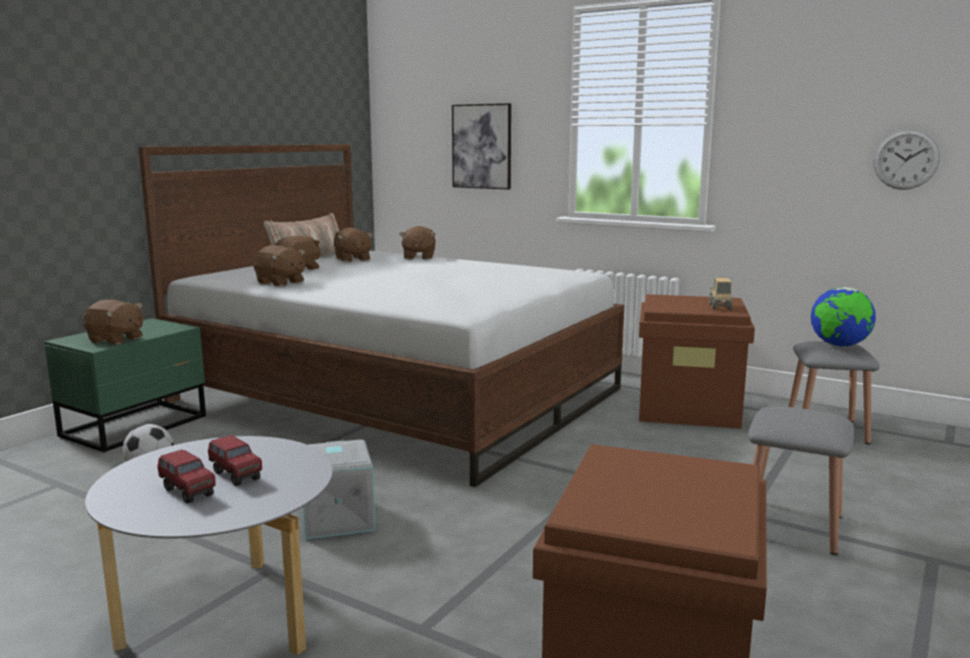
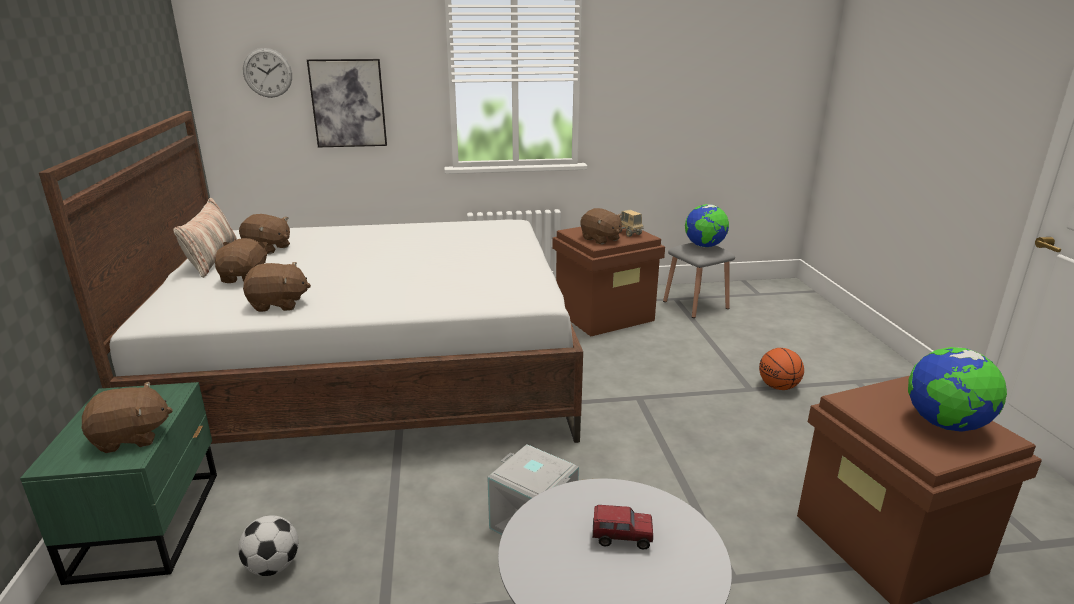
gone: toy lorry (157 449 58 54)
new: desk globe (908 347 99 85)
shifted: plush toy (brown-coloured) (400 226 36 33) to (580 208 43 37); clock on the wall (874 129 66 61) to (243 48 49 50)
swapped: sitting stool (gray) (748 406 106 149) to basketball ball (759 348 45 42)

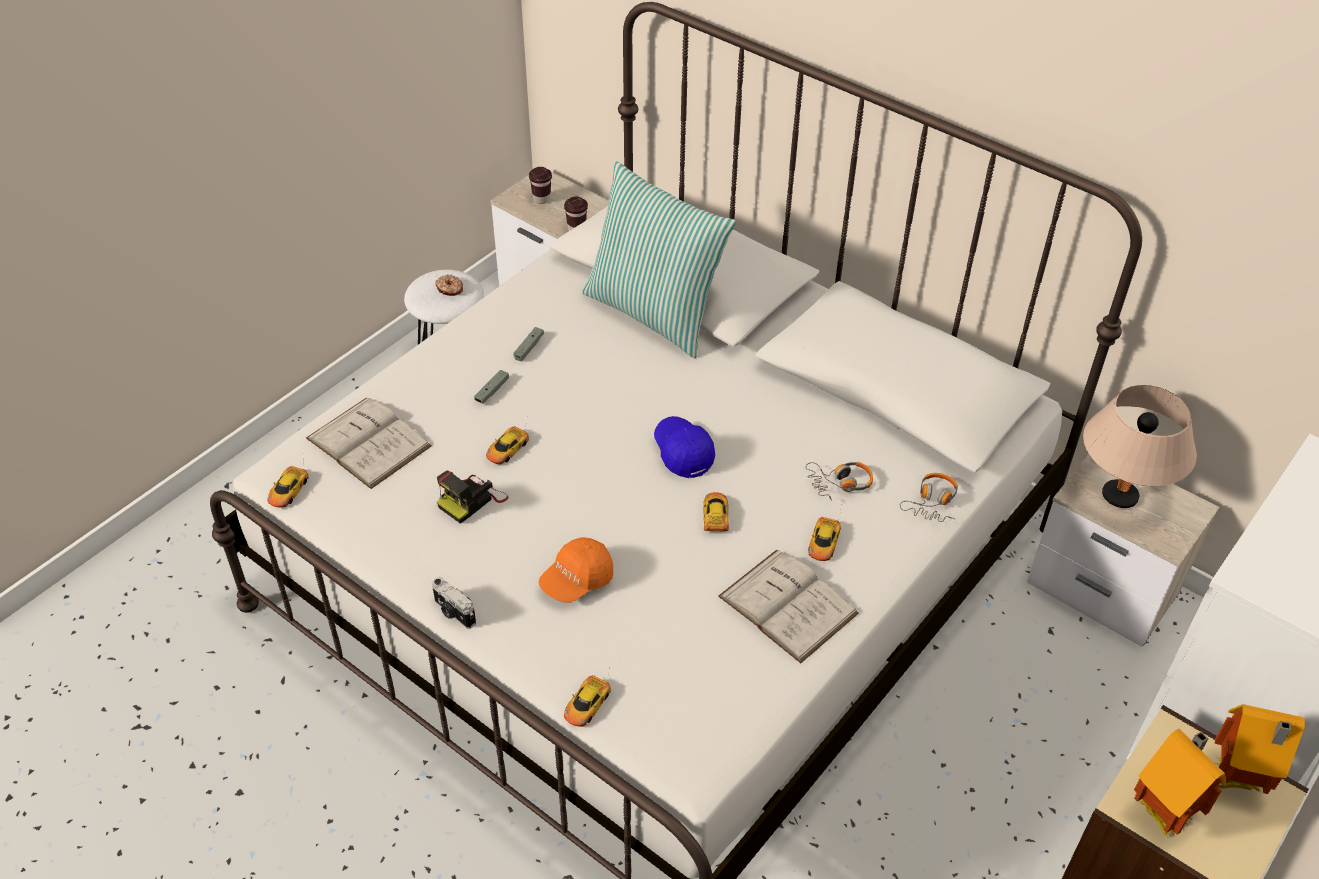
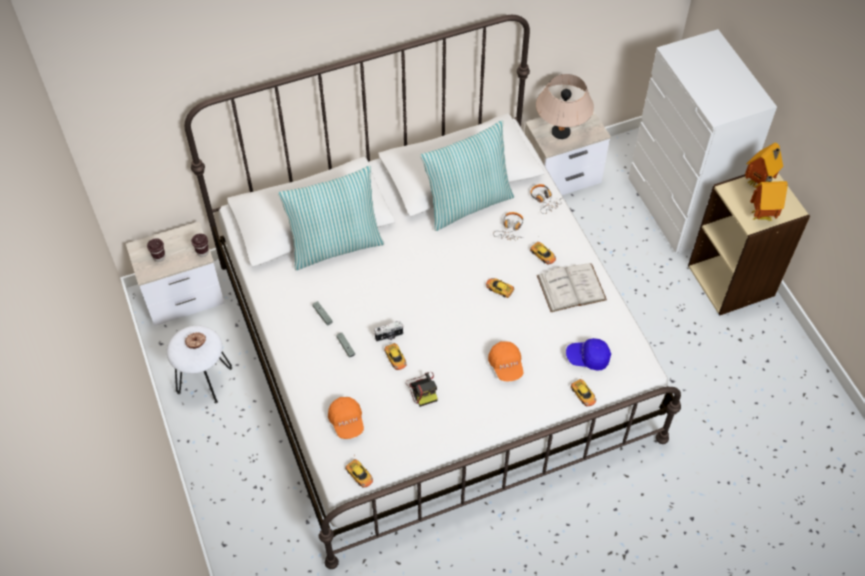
new: pillow (420 120 94 111)
shifted: still camera (432 577 44 52) to (374 321 30 21); baseball cap (bluish) (654 416 61 62) to (566 338 45 33)
swapped: book (white) (306 398 126 91) to baseball cap (orangey) (328 397 36 42)

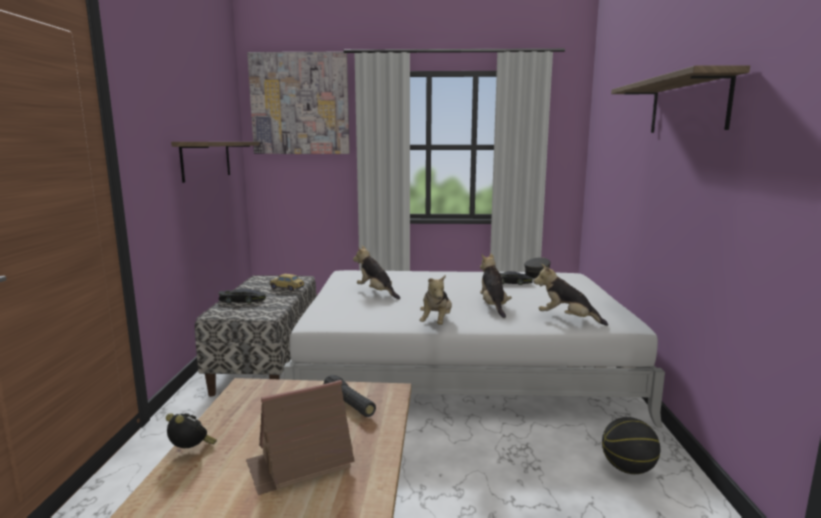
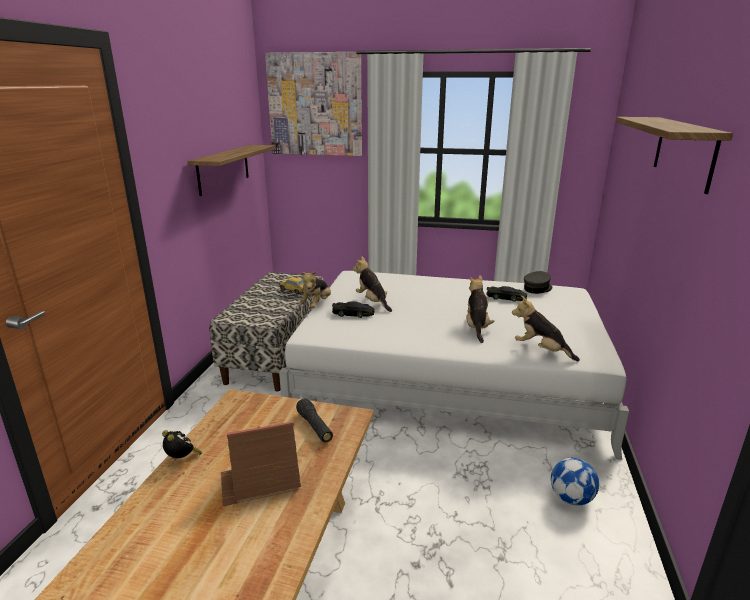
shifted: toy car (blackish) (218 288 48 16) to (332 301 43 17); plush toy (419 275 33 50) to (299 270 32 38)
swapped: basketball ball (602 417 58 57) to football ball (551 458 48 48)

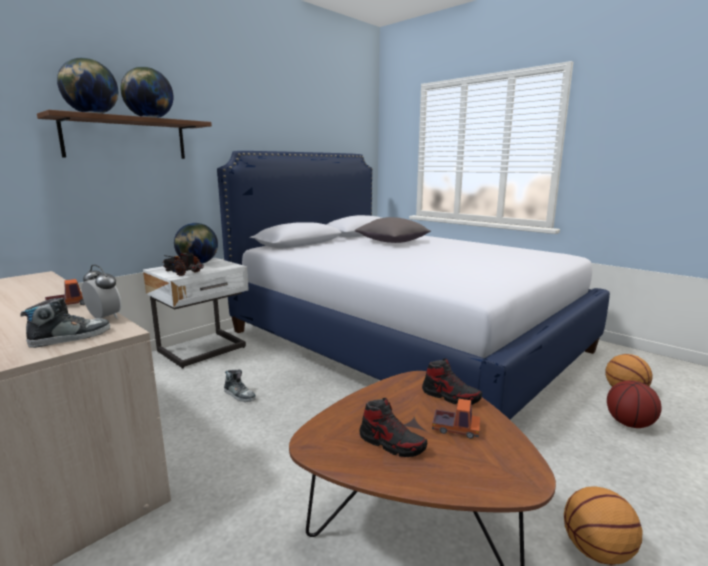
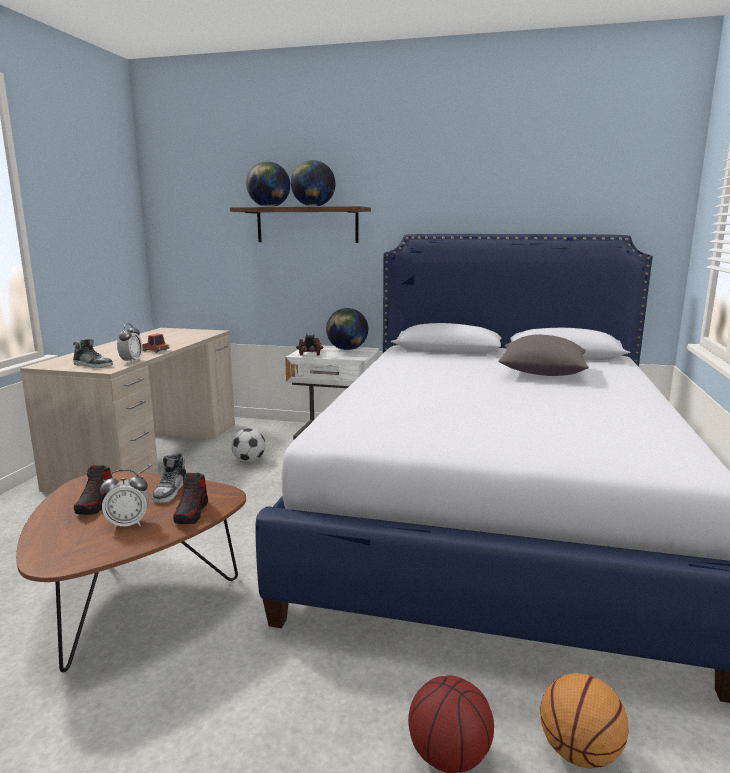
gone: basketball ball (564 486 79 79)
new: football ball (231 428 34 34)
shifted: shoe (224 369 32 33) to (152 454 34 49)
swapped: toy lorry (432 399 48 40) to bedside clock (100 470 49 59)

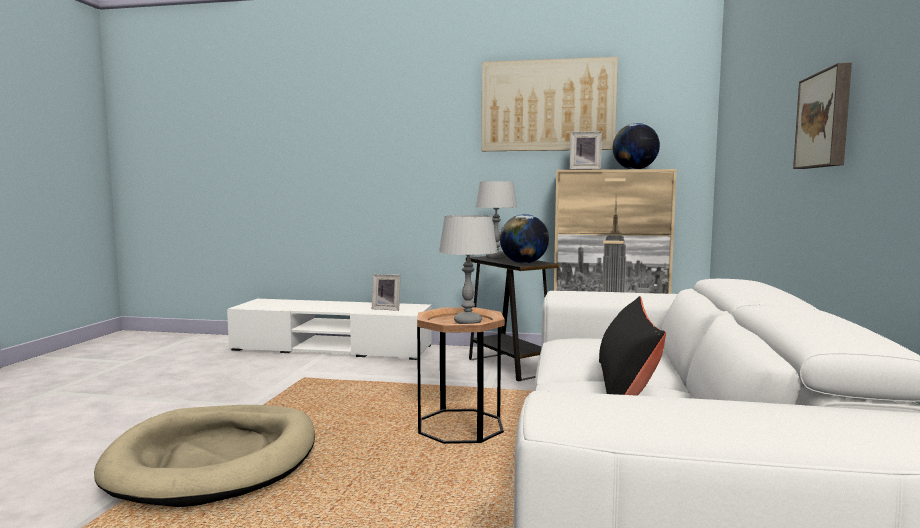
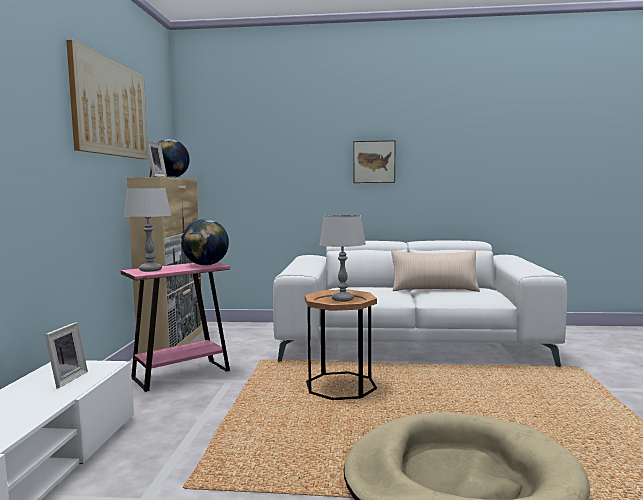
repainted: end table (blackish) (466 256 93 125) to end table (pink-coloured) (121 263 109 129); pillow (blackish) (599 296 67 100) to pillow (beige) (391 250 89 42)

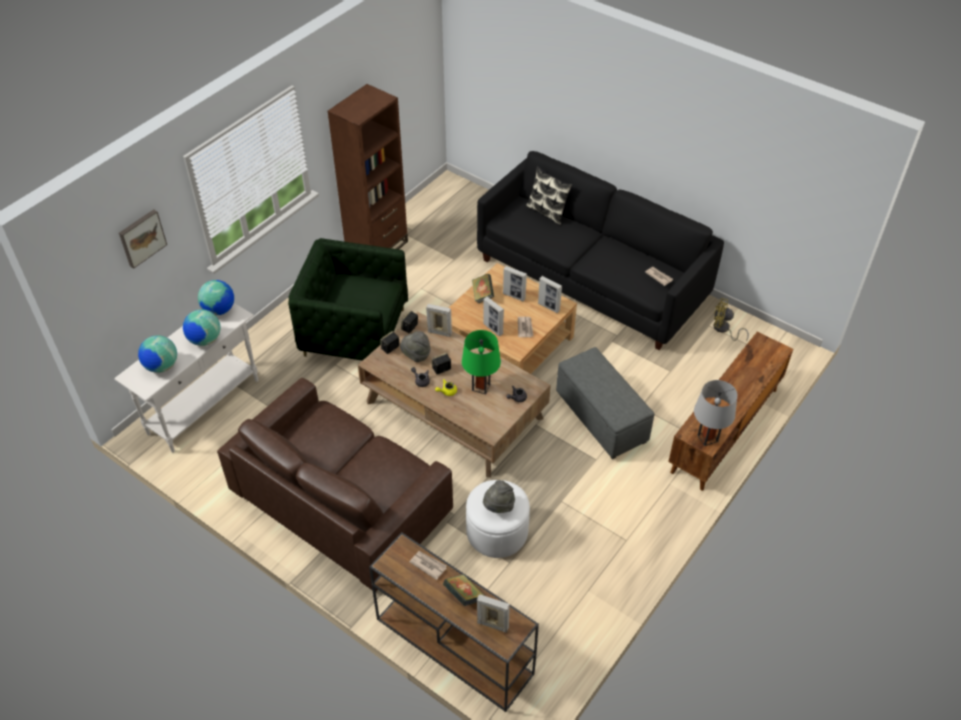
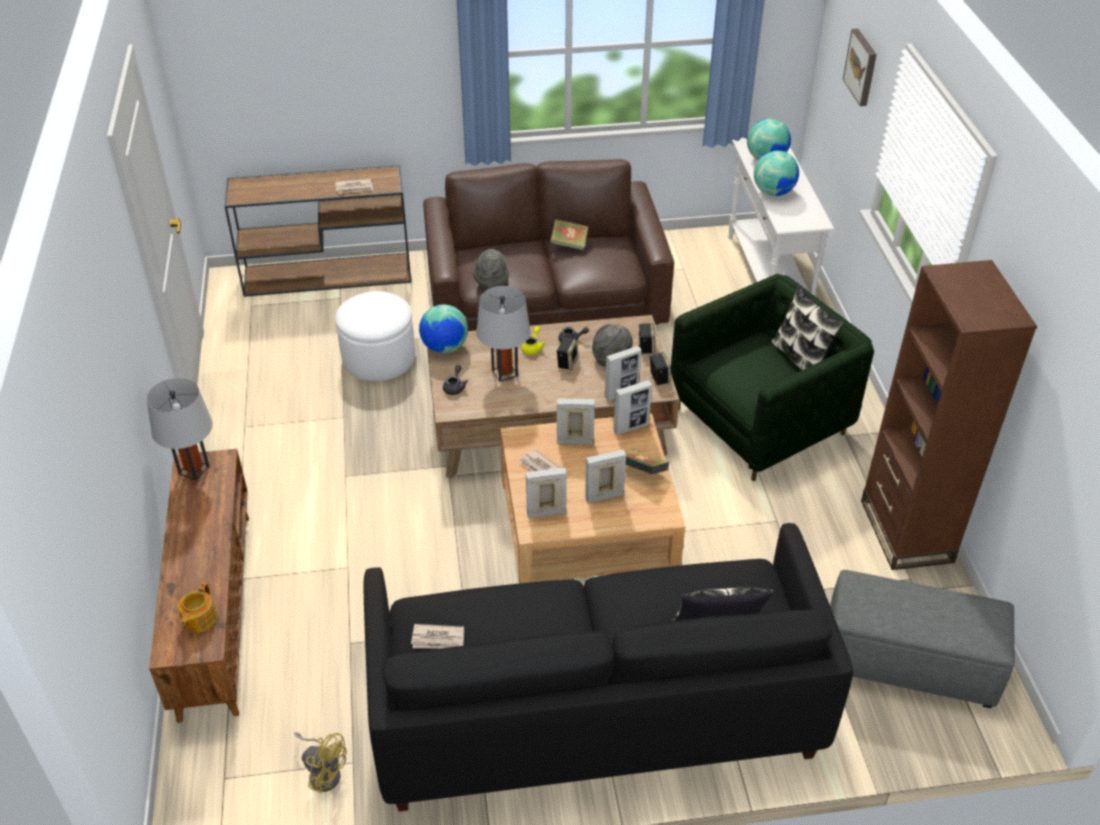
new: teapot (178 582 39 51); pillow (771 285 73 85)
shifted: desk globe (198 280 36 36) to (419 305 49 48); book (443 574 42 32) to (550 219 39 32); photo frame (477 594 33 39) to (614 380 38 55); clothing hat (gray) (483 480 32 33) to (473 249 36 41); pouffe (gray) (556 347 99 112) to (830 570 185 138)
repainted: table lamp (green) (462 330 39 64) to table lamp (gray) (476 286 55 96)
rotated: electric fan (yellow) (713 298 36 43) = (294 732 53 61) 60 degrees clockwise

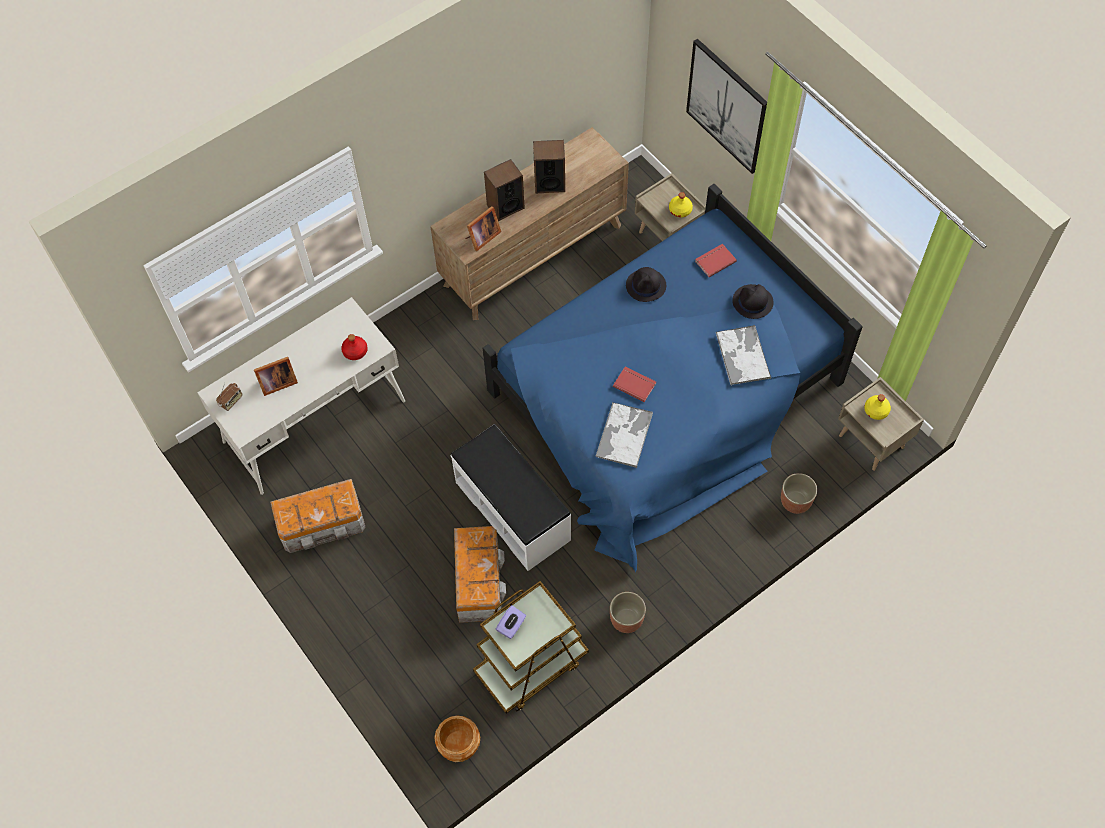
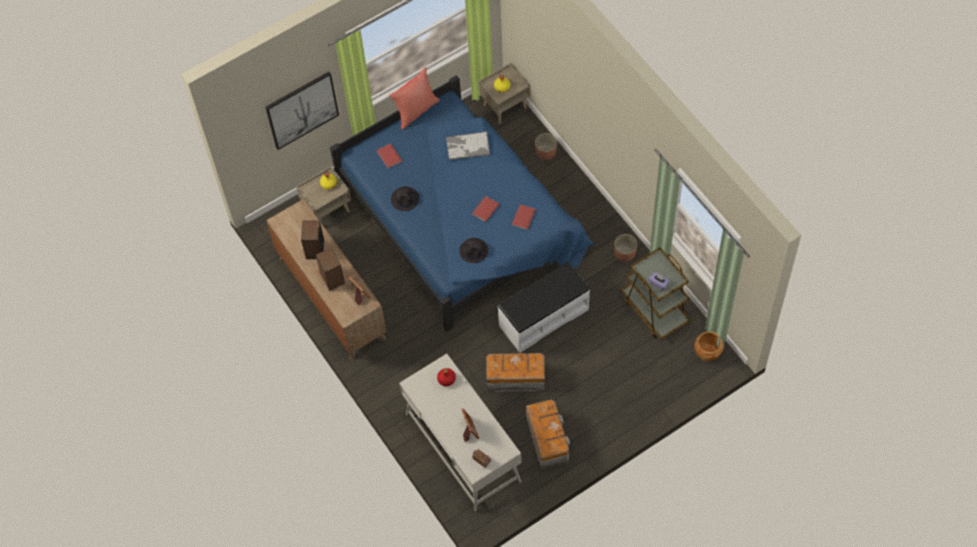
new: pillow (red-coloured) (389 67 51 63)
shifted: storage container (454 526 52 97) to (486 353 59 39); clothing hat (blackish) (732 284 42 35) to (459 238 29 25)
swapped: serving tray (595 402 58 66) to book (red-coloured) (512 204 24 26)

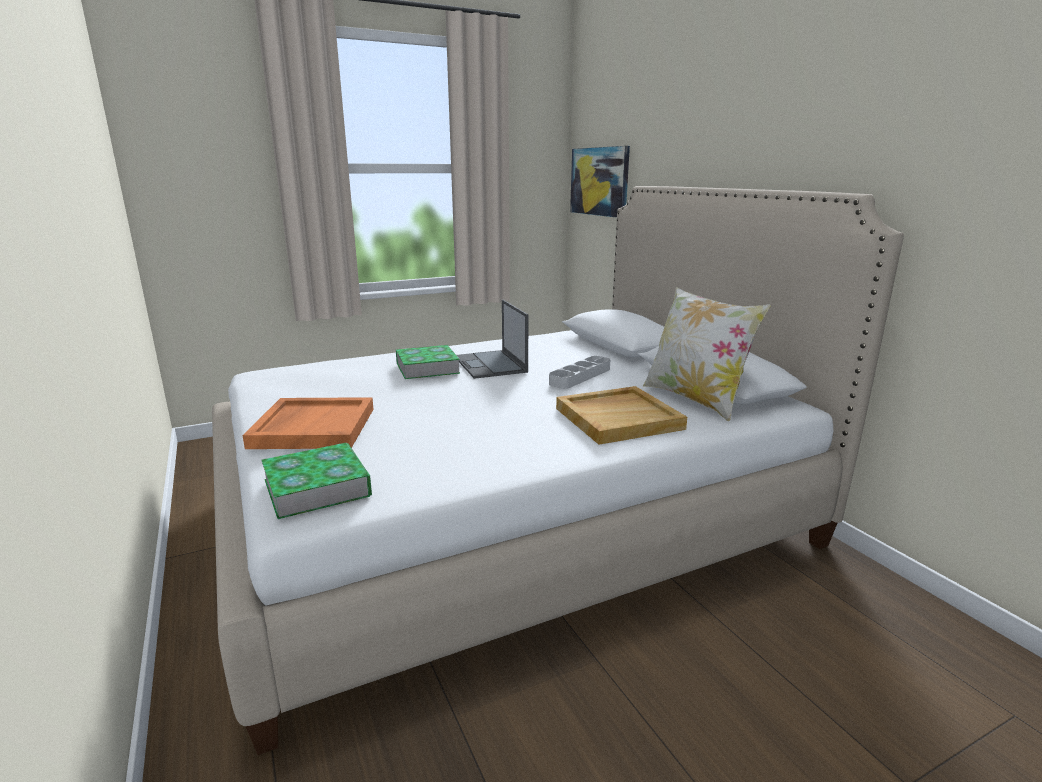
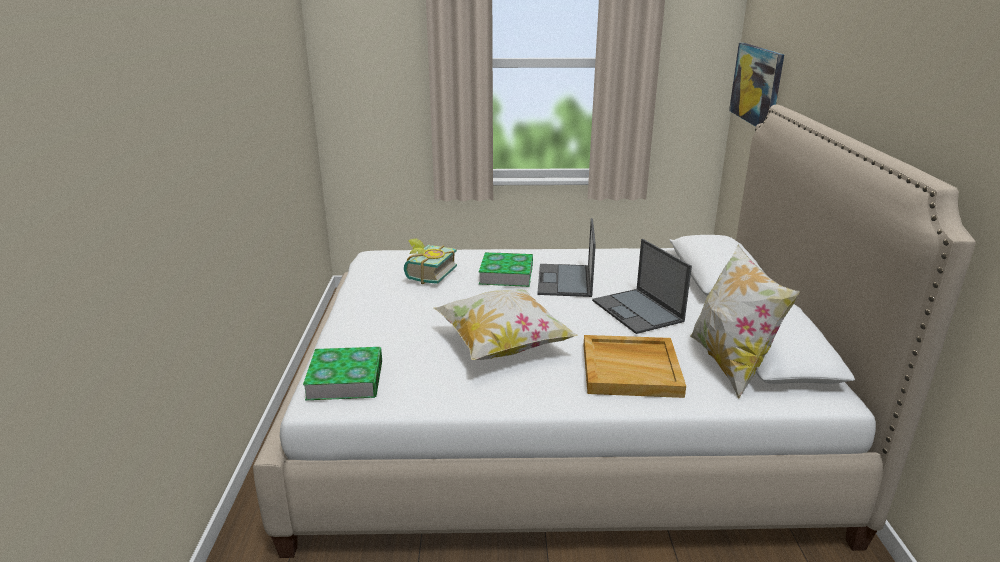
gone: serving tray (orangey) (243 397 131 52)
new: book (404 238 53 46); pillow (433 289 145 71)
swapped: serving tray (gray) (549 356 61 33) to portable computer (592 239 100 95)

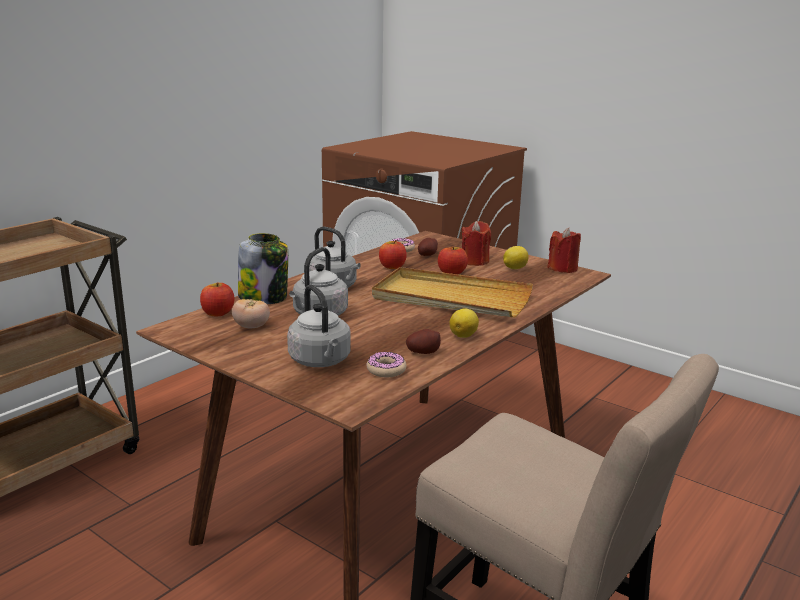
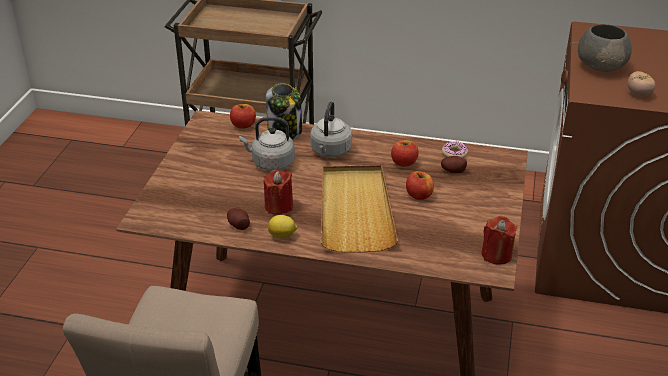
gone: water kettle (gray) (287 285 64 82); donut (367 352 39 25); lemon (503 246 26 23)
new: serving bowl (gray) (578 24 54 48)
shifted: tomato (232 299 38 29) to (628 71 27 25); wax candle (red-coloured) (462 221 29 45) to (264 170 29 45)

